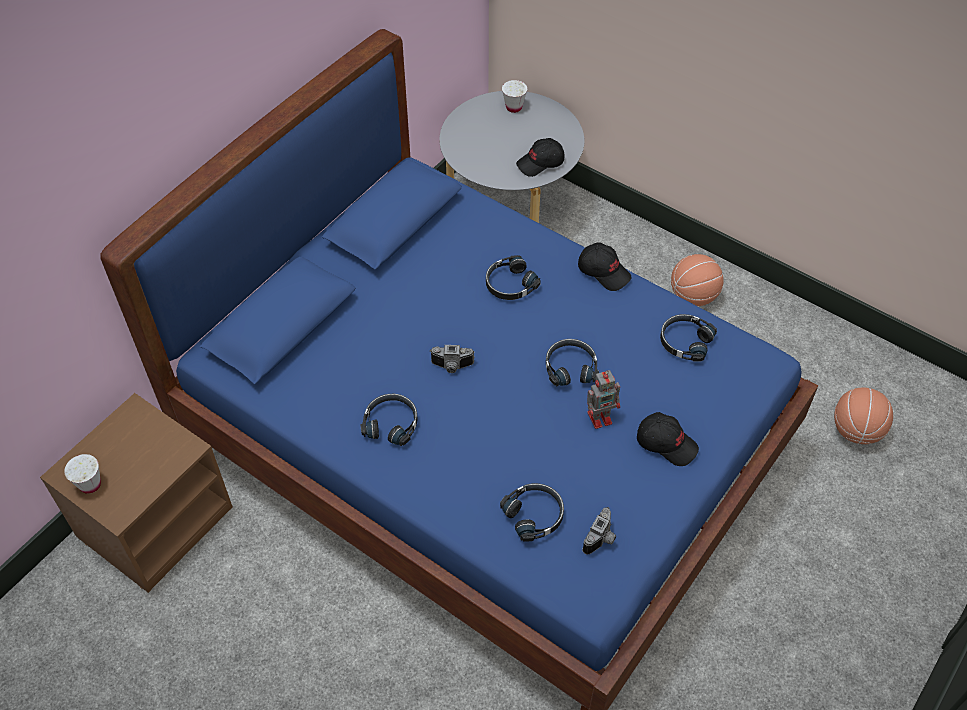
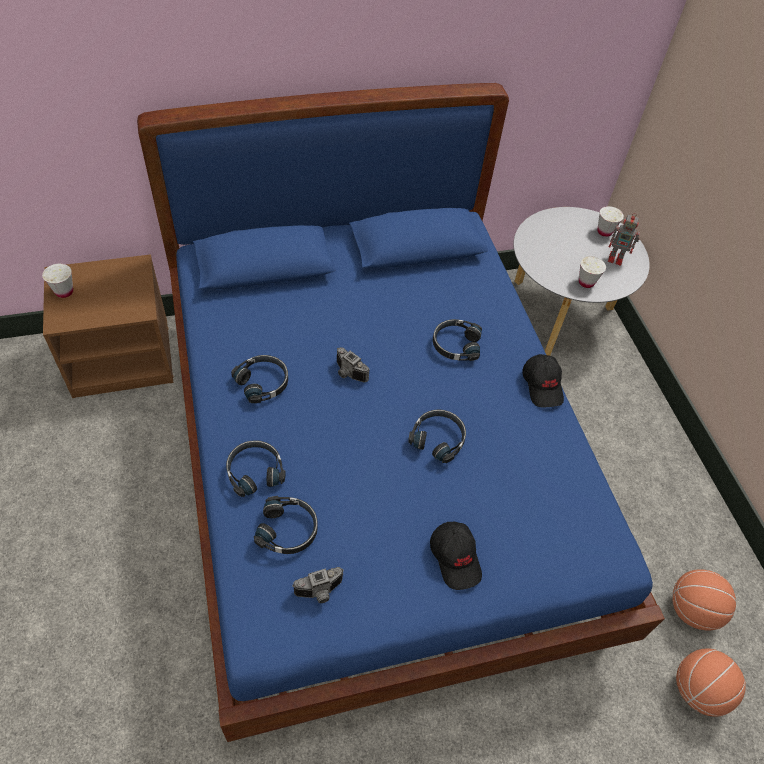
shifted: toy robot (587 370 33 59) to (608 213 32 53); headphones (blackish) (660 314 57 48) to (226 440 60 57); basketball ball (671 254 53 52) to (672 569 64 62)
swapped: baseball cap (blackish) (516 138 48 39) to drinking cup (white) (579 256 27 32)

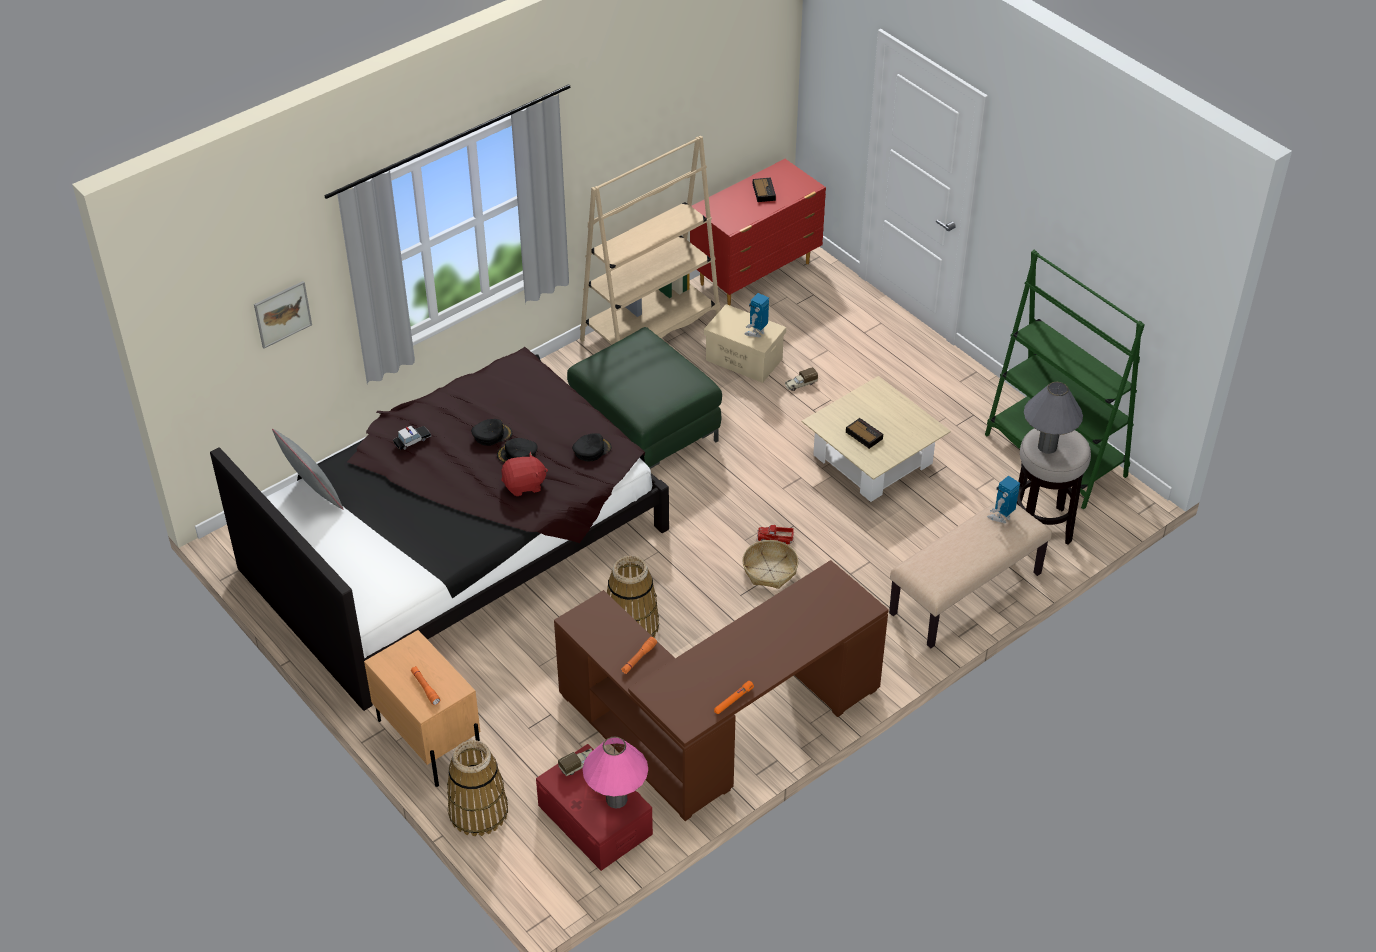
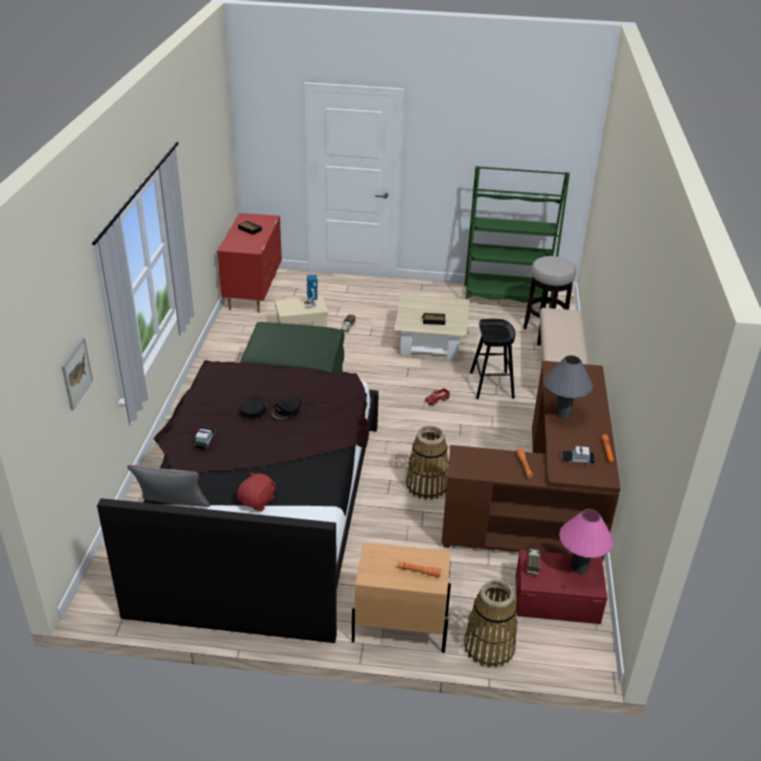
gone: baseball cap (blackish) (572 433 40 28); bookshelf (beige) (580 136 140 209); storage basket (742 540 57 49); toy robot (988 476 32 47)
new: sitting stool (blackish) (470 319 45 80); toy car (561 446 34 19)
shifted: plush toy (red-coloured) (501 452 47 44) to (237 472 39 39); table lamp (gray) (1024 382 59 72) to (544 355 49 64)

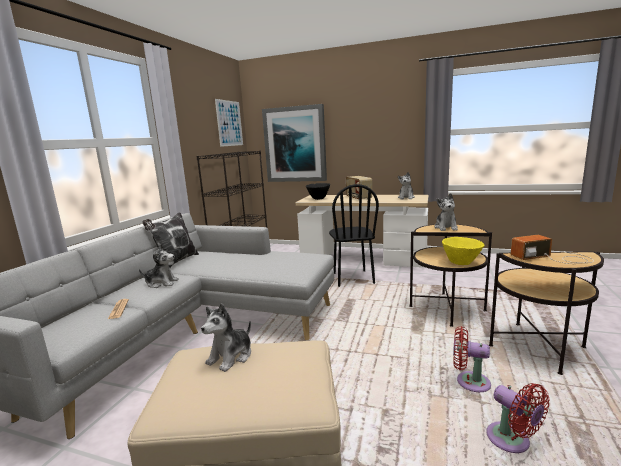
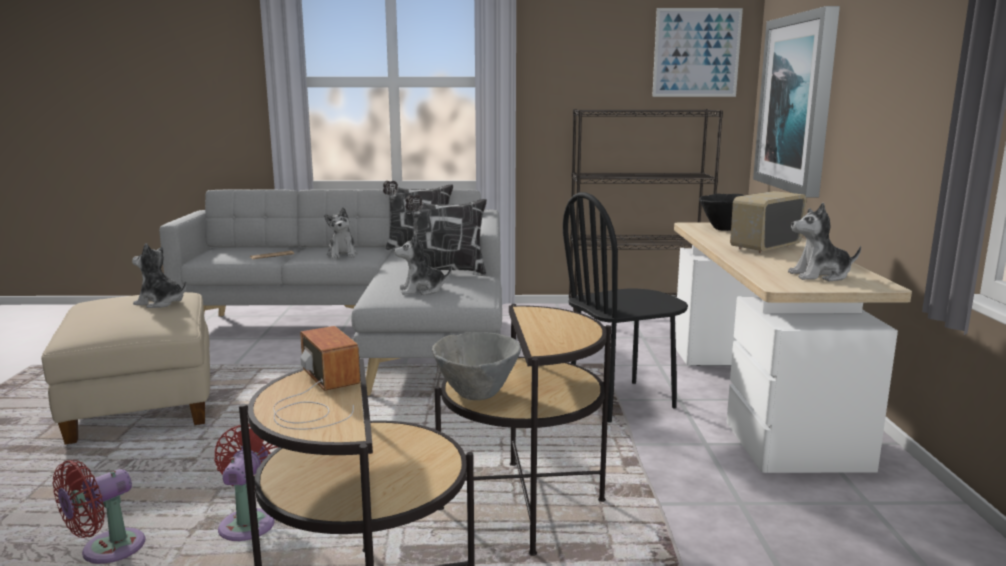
new: pillow (405 195 82 80)
shifted: plush toy (434 193 24 38) to (394 234 58 61)
repainted: serving bowl (yellow) (442 237 43 28) to serving bowl (gray) (432 332 89 68)

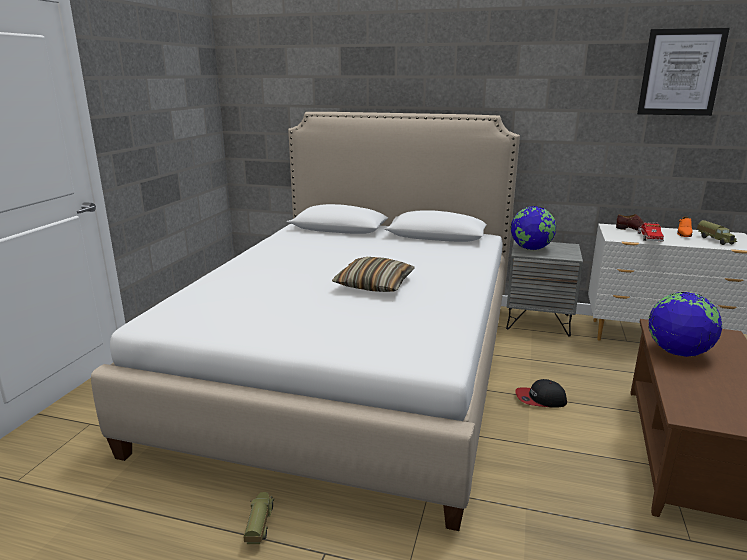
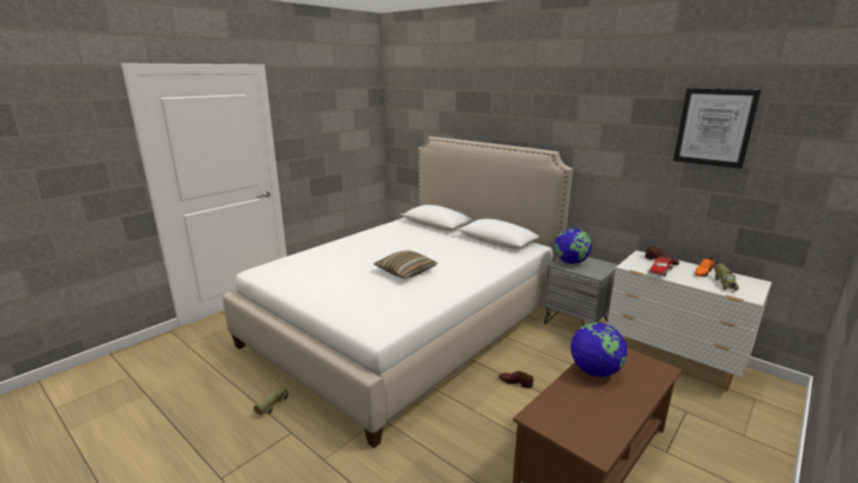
swapped: baseball cap (515 379 52 29) to shoe (brown-coloured) (499 371 35 17)

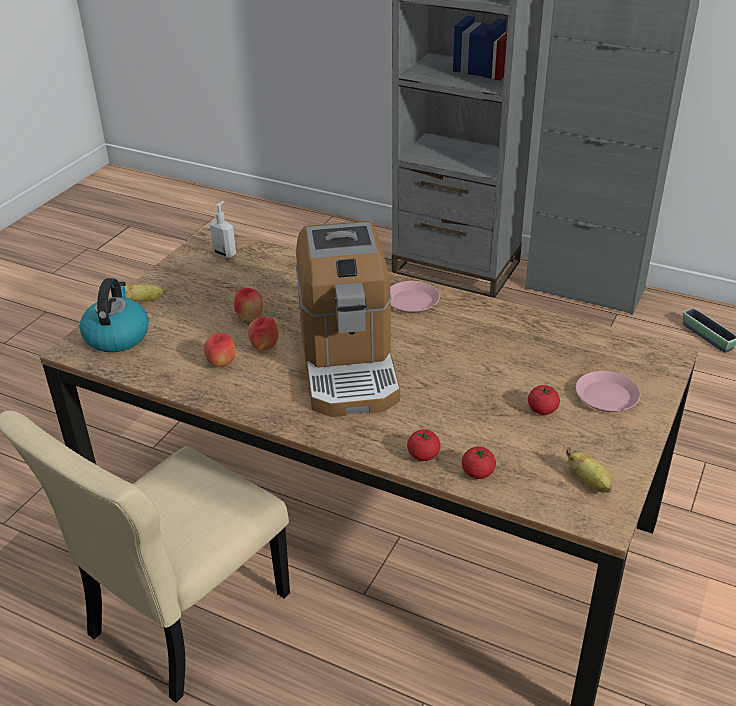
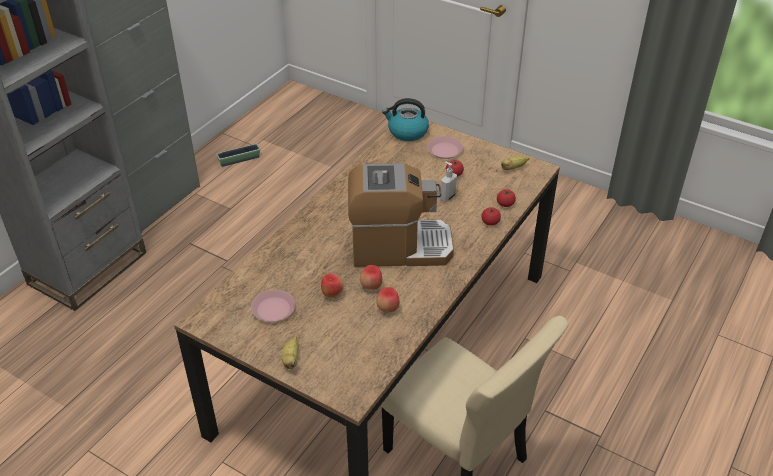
shifted: water kettle (80 278 69 74) to (382 98 47 43); soap bottle (210 201 26 57) to (440 162 17 40); flat dish (pink-coloured) (390 281 50 32) to (251 290 44 32)

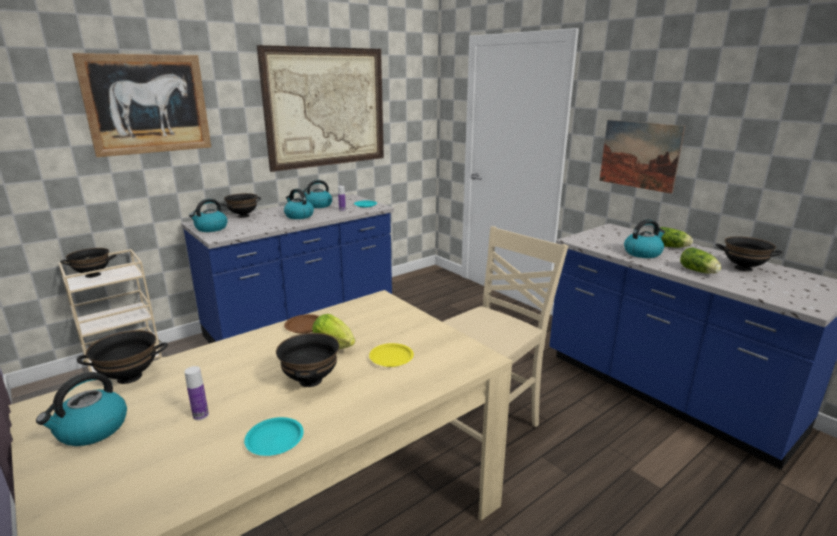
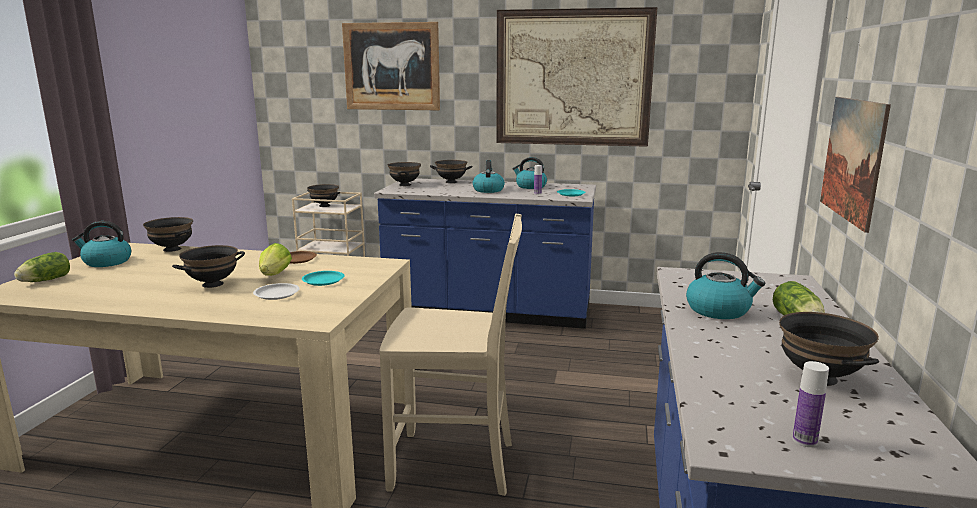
shifted: beverage bottle (184 366 25 54) to (792 361 37 86); flat dish (blue-green) (244 417 60 39) to (302 271 43 15); head of lettuce (680 247 42 27) to (14 252 56 30)
swapped: water kettle (189 199 39 33) to serving bowl (blackish) (388 162 33 24)
repainted: flat dish (yellow) (369 343 45 24) to flat dish (white) (253 283 47 17)

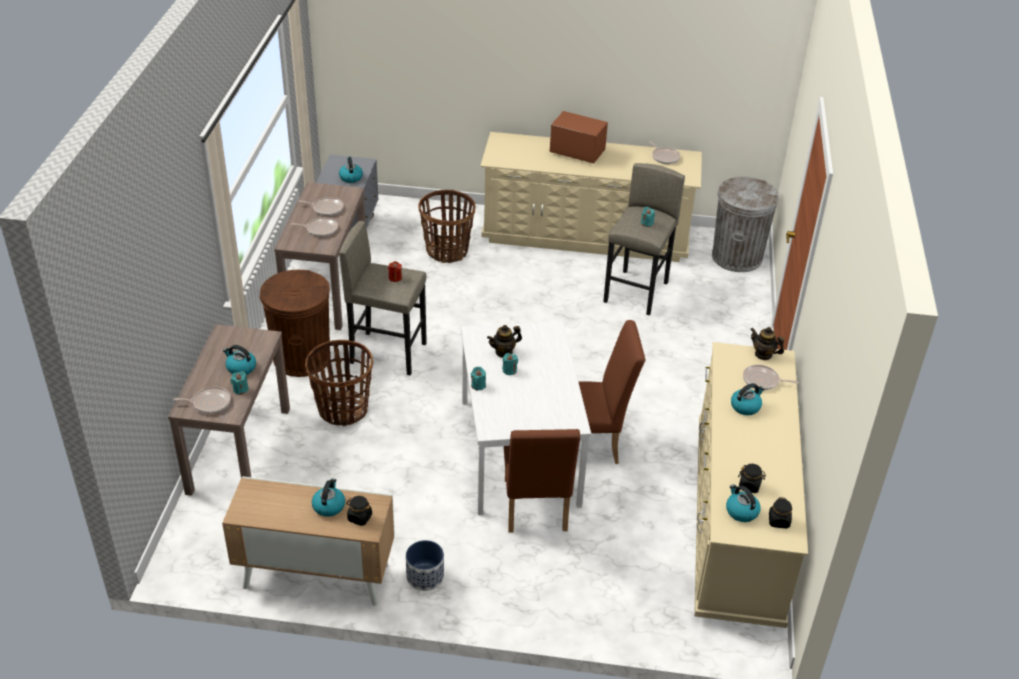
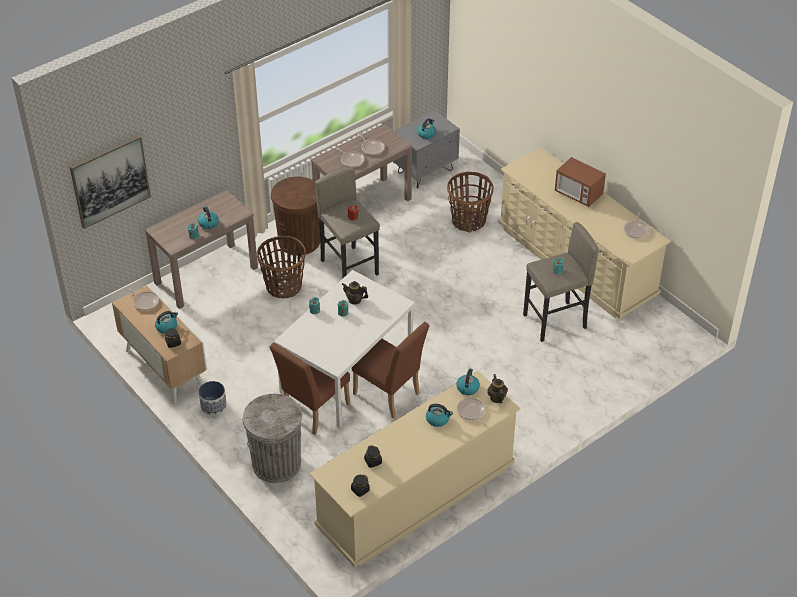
new: wall picture (70 135 81 94)
shifted: frying pan (173 387 58 27) to (128 288 31 23); trash can (gray) (712 177 68 95) to (243 394 59 89); water kettle (726 484 35 38) to (456 369 24 26)
rotated: microwave oven (550 111 58 52) = (555 157 51 50) 150 degrees clockwise

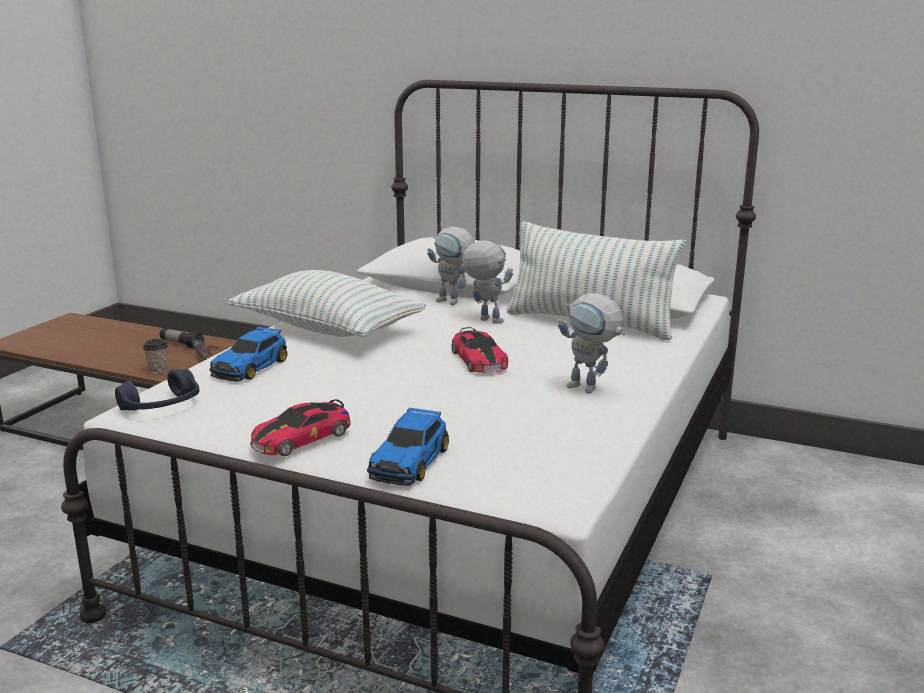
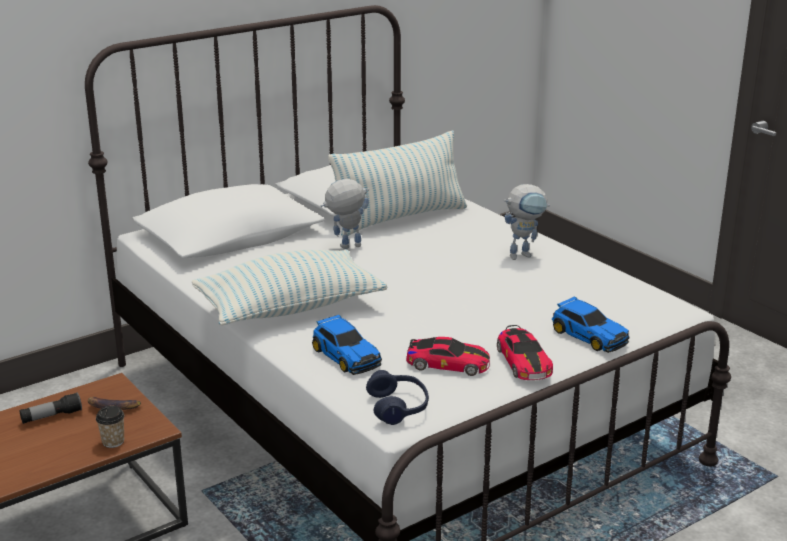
gone: toy robot (427 226 48 79)
shifted: toy car (452 327 56 46) to (406 337 84 39)

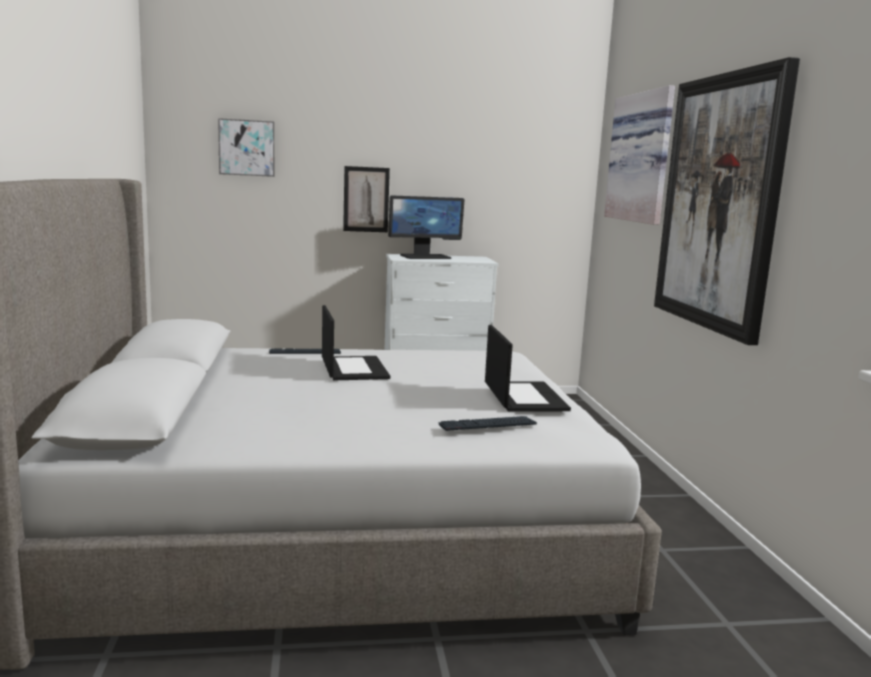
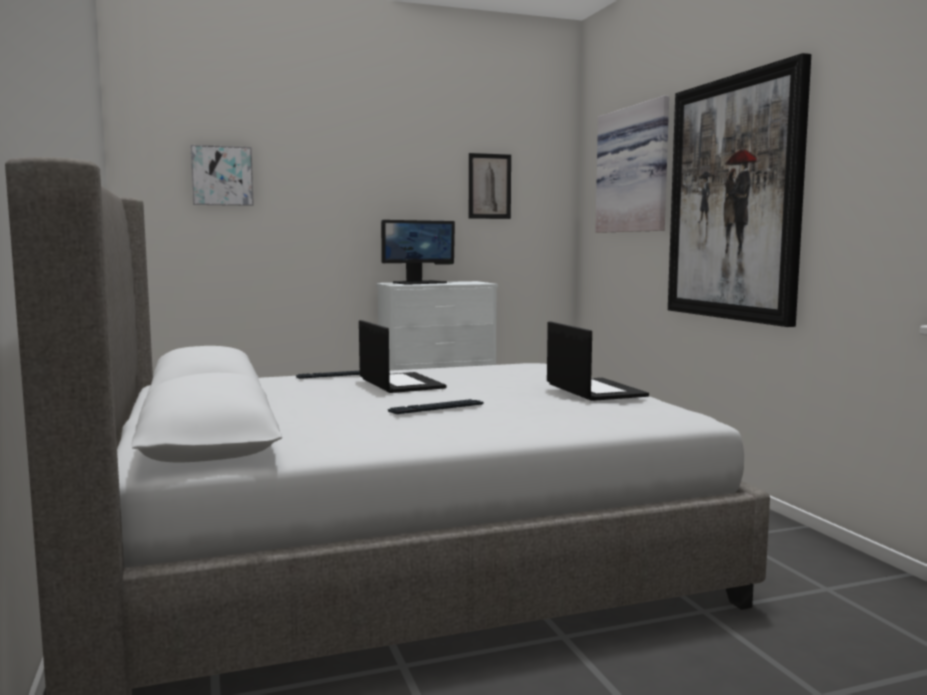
shifted: wall picture (343 166 47 66) to (469 153 42 66); PC keyboard (438 416 99 15) to (388 399 95 15)

